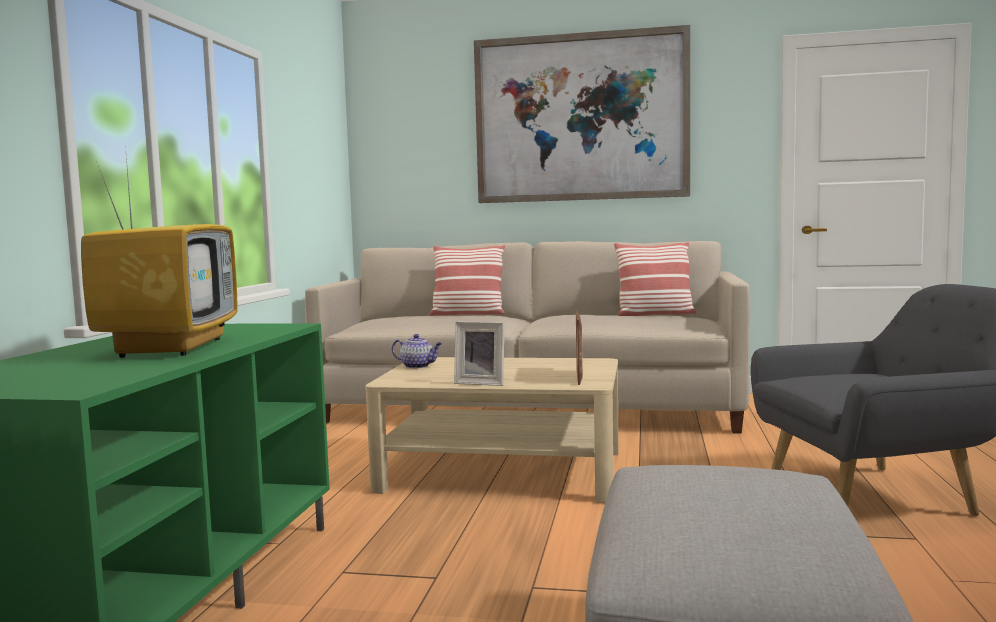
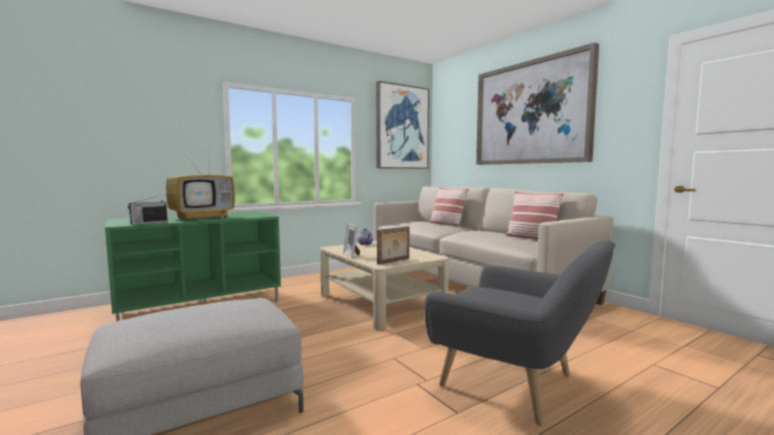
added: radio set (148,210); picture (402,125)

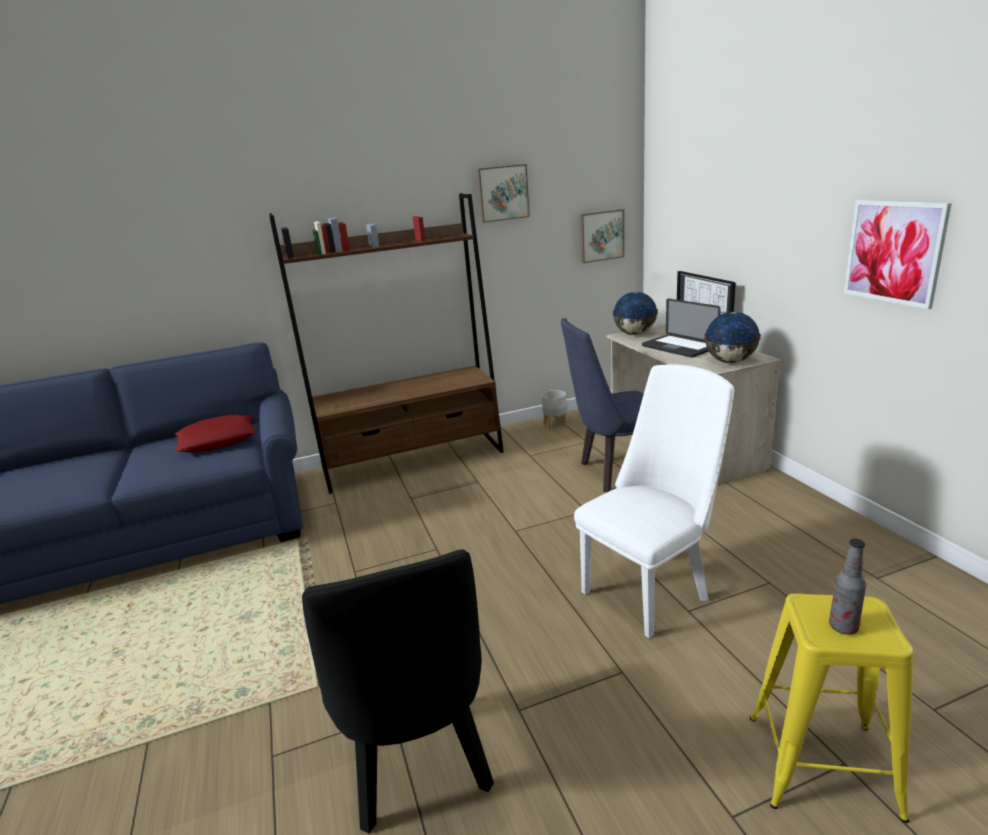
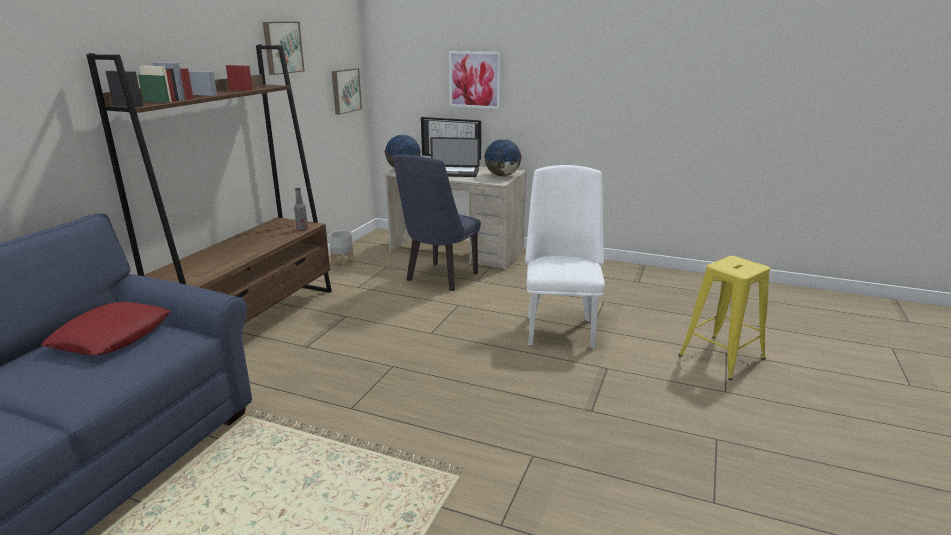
removed: black chair (398,691)
moved: drink bottle (847,587) to (301,209); picture (898,254) to (475,80)

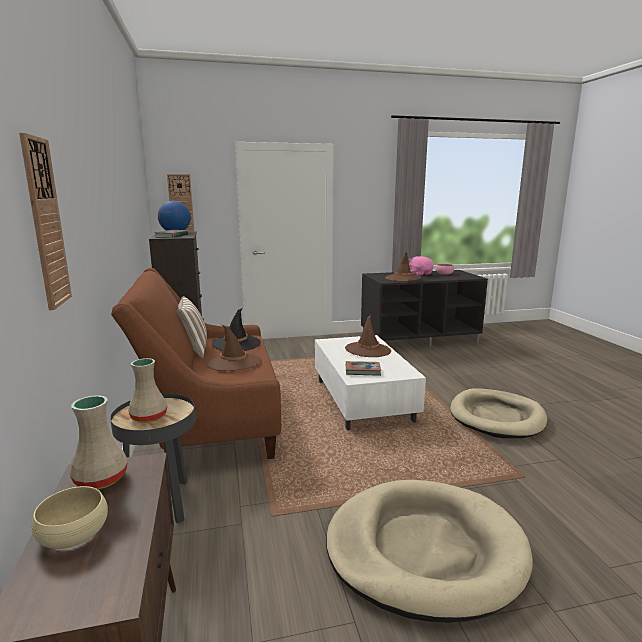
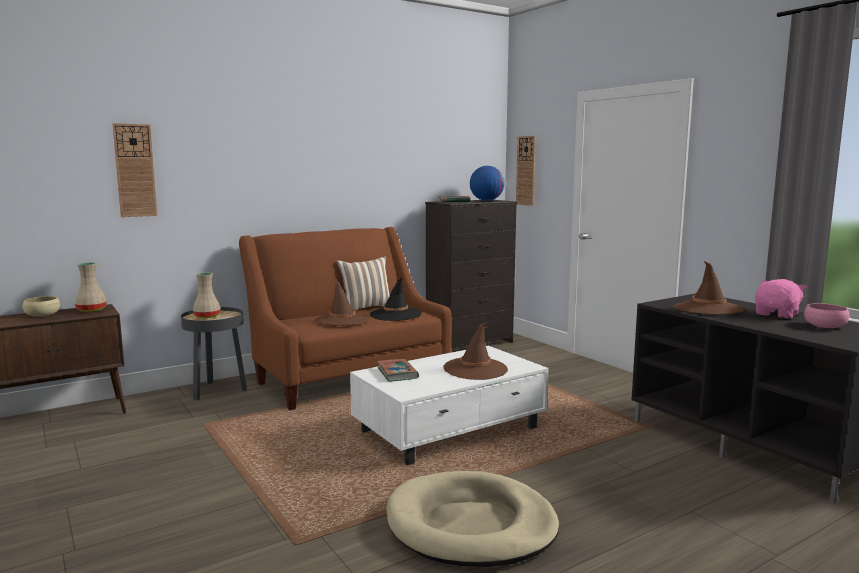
removed: sand-coloured pet bed (429,551)

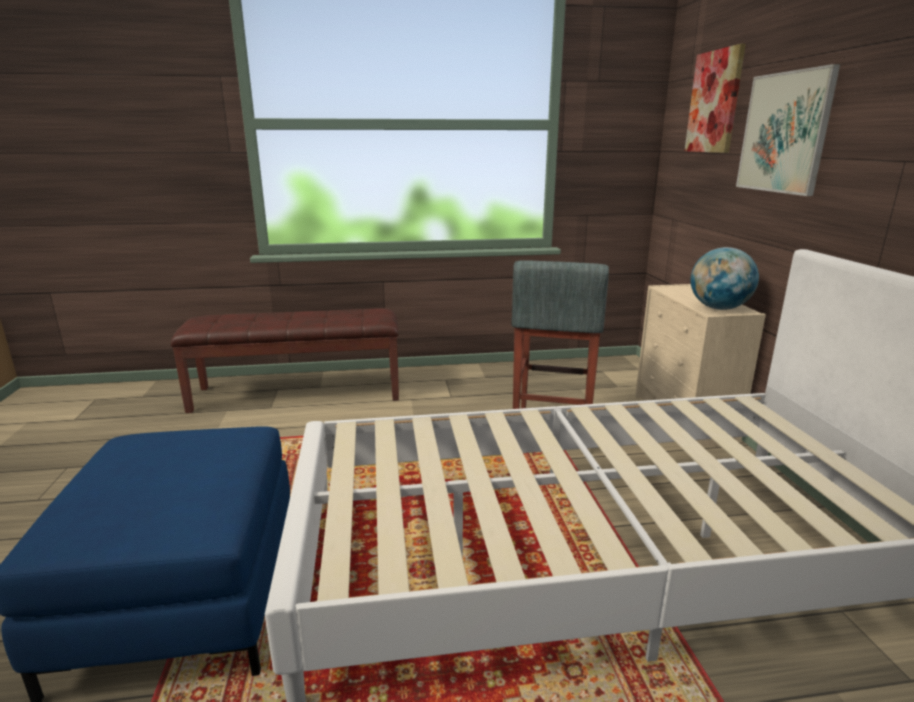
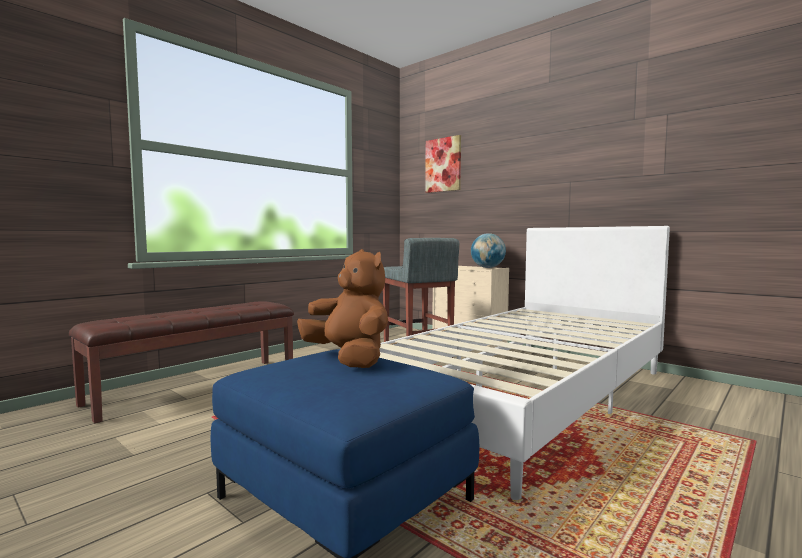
removed: picture (788,130)
added: brown soft toy (342,308)

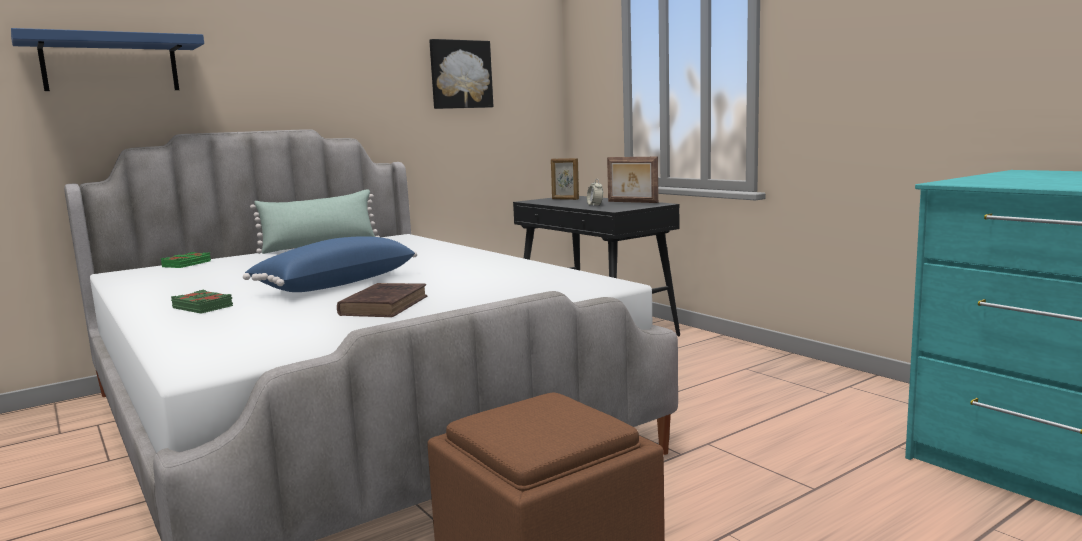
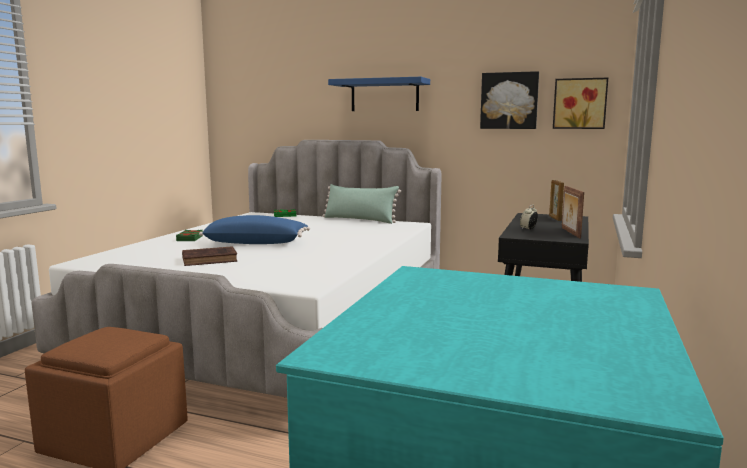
added: picture (580,103)
moved: bluish wall shelf (107,59) to (379,94)

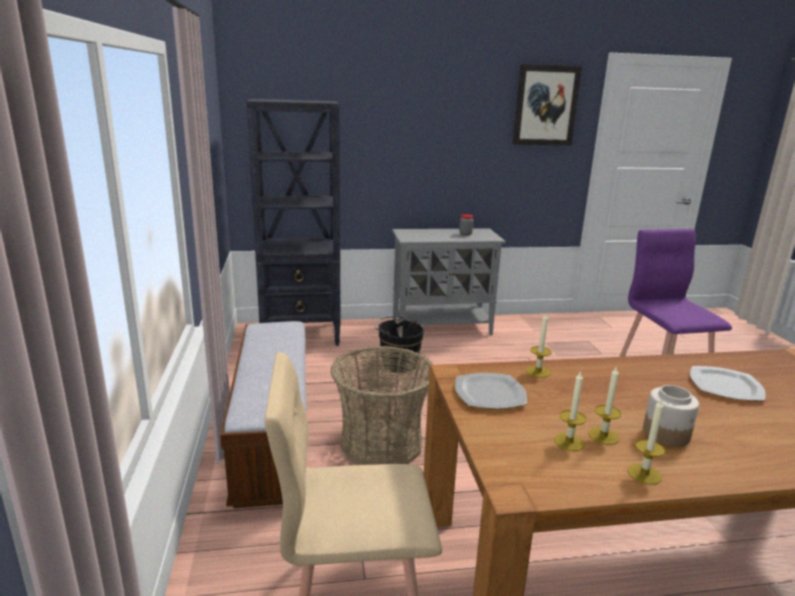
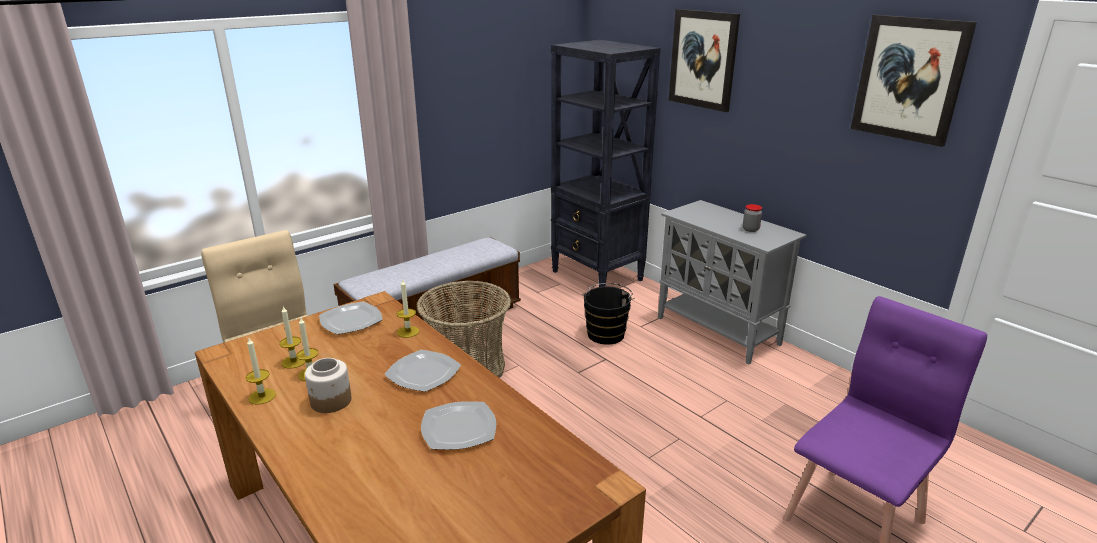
added: plate (422,371); picture (704,60)

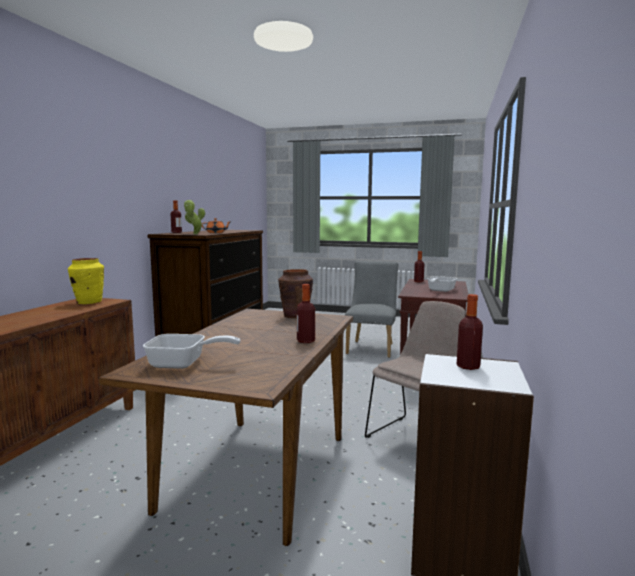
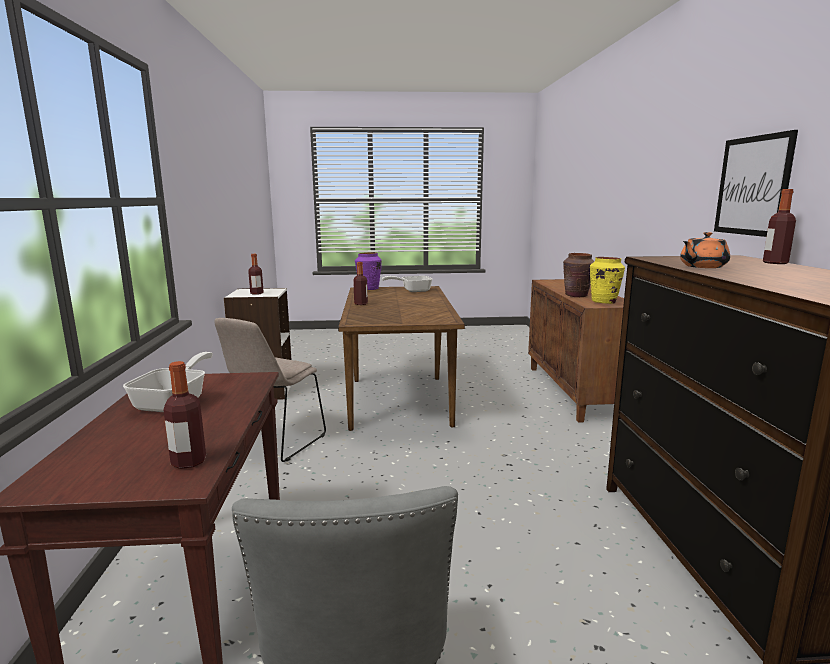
removed: plant in a pot (194,217)
added: purplish flower vase (368,271); picture (756,183)
moved: brown flower vase (295,293) to (579,275)

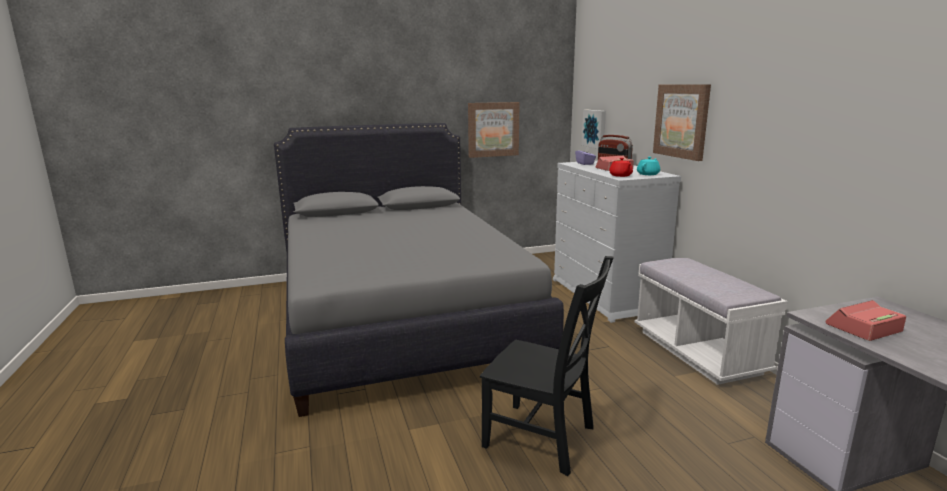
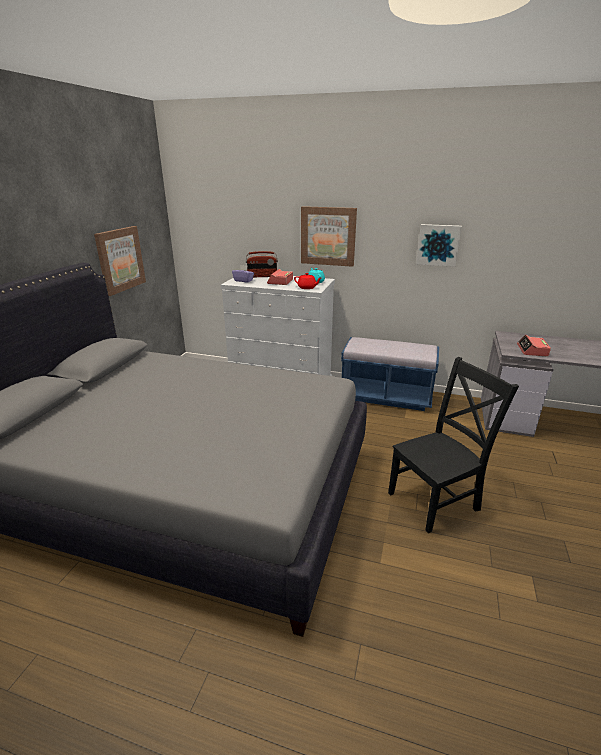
moved: picture (594,129) to (439,245)
recoloured: white-coloured bench (711,321) to bluish bench (390,374)

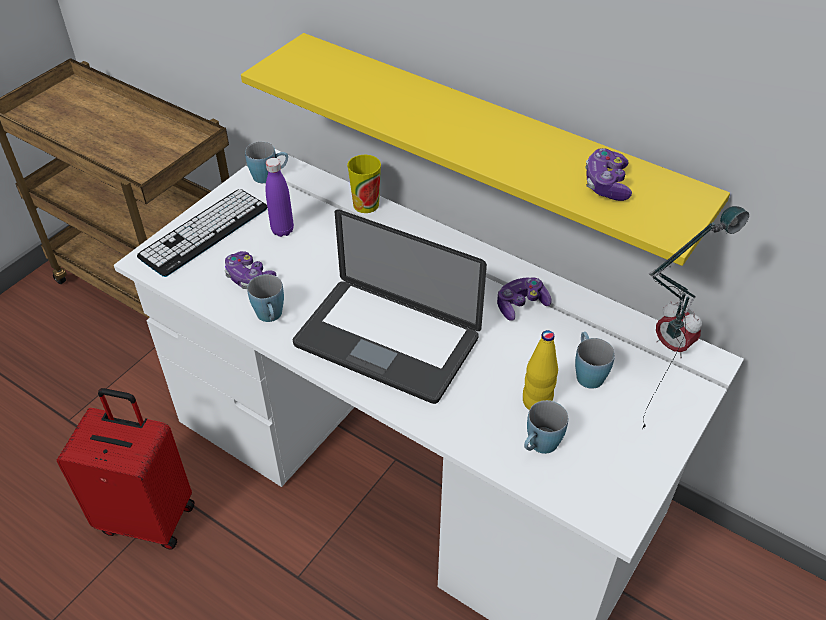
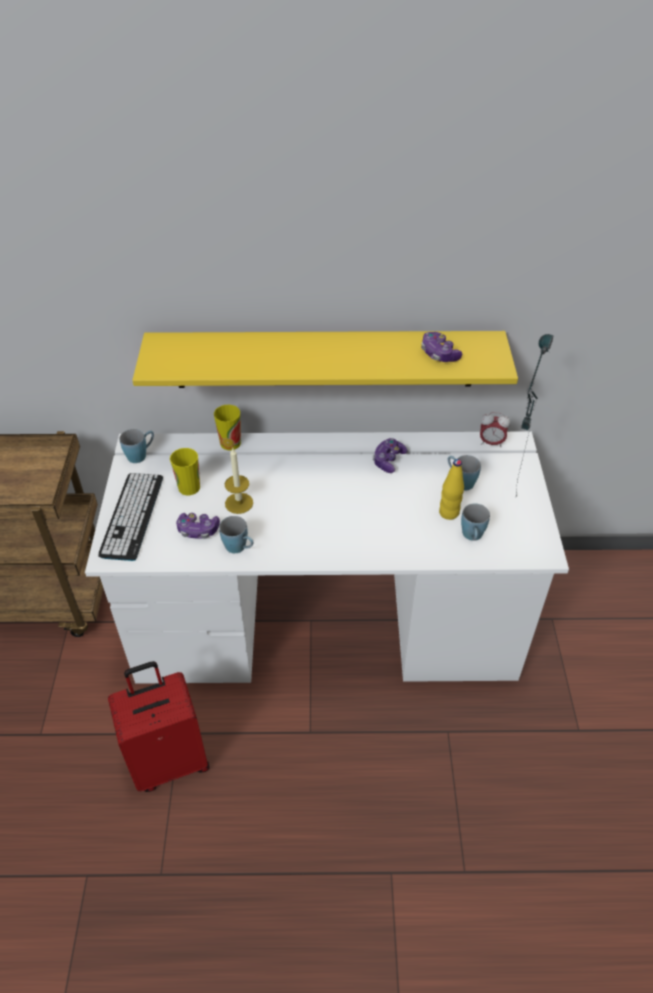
removed: notebook computer (390,306)
added: wax candle (239,481)
replaced: purplish drink bottle (280,197) to cup (185,471)

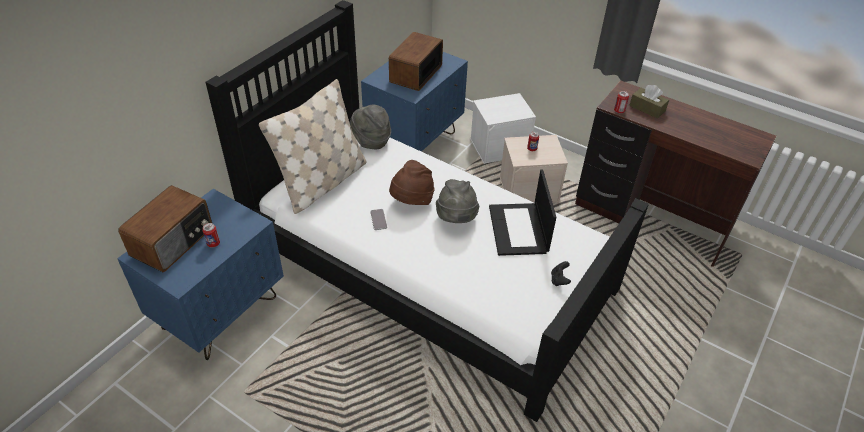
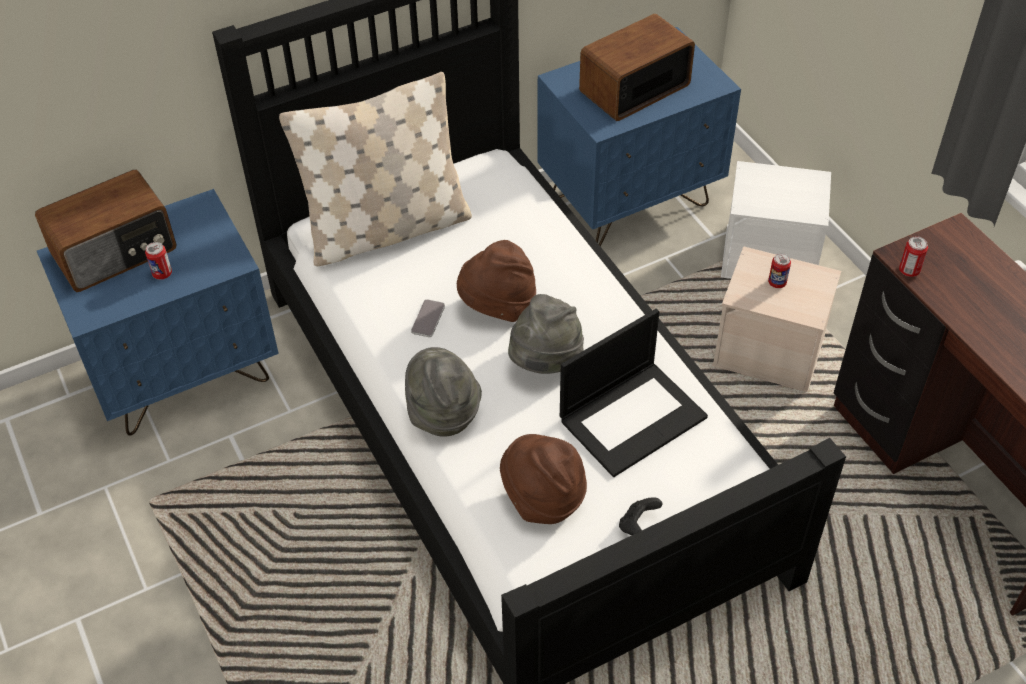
removed: brown tissue holder (649,102)
added: brown hat (543,479)
moved: gray hat (370,127) to (443,392)
turned: notebook computer (523,212) = (634,393) 150 degrees counterclockwise

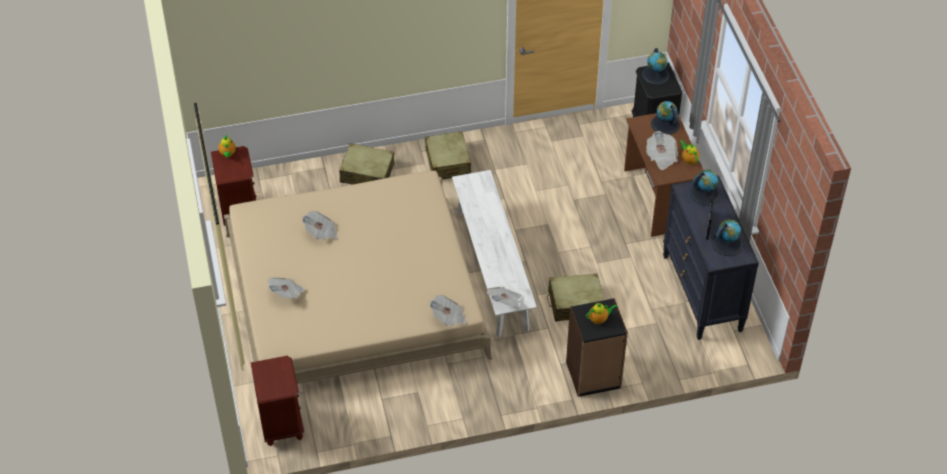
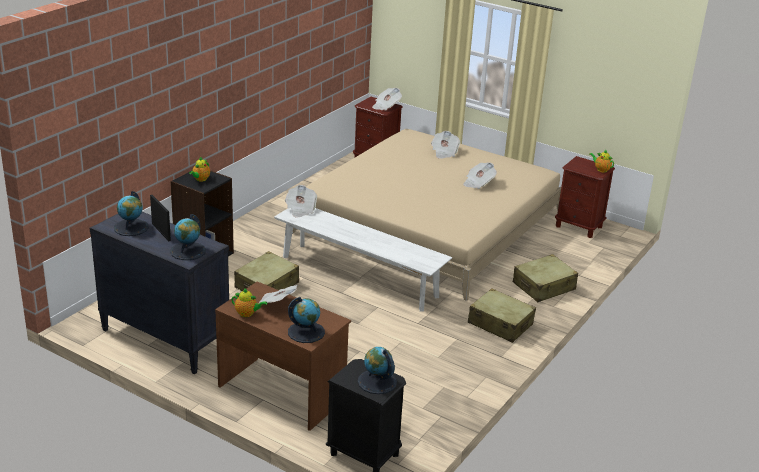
moved: newspaper (447,310) to (387,99)

